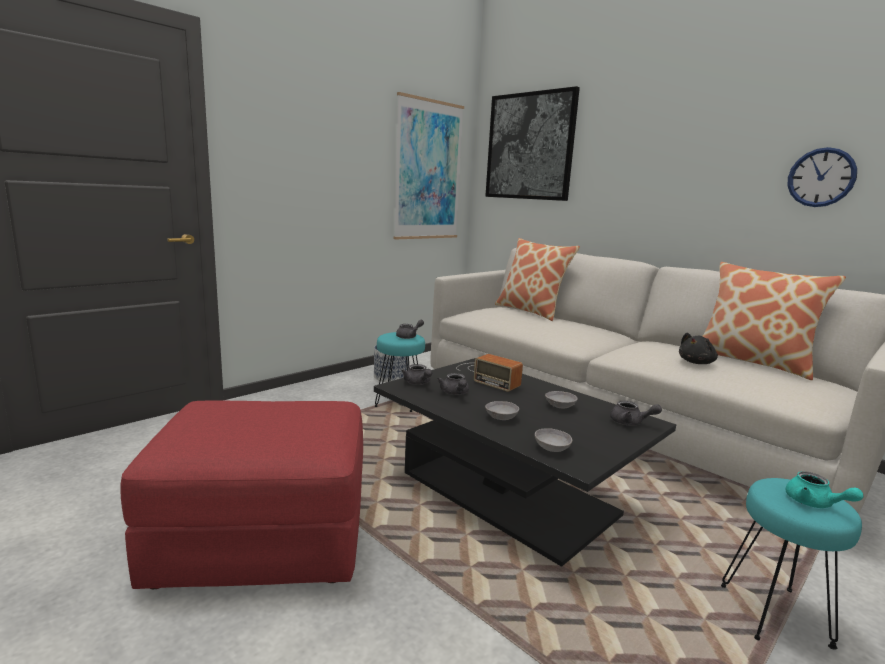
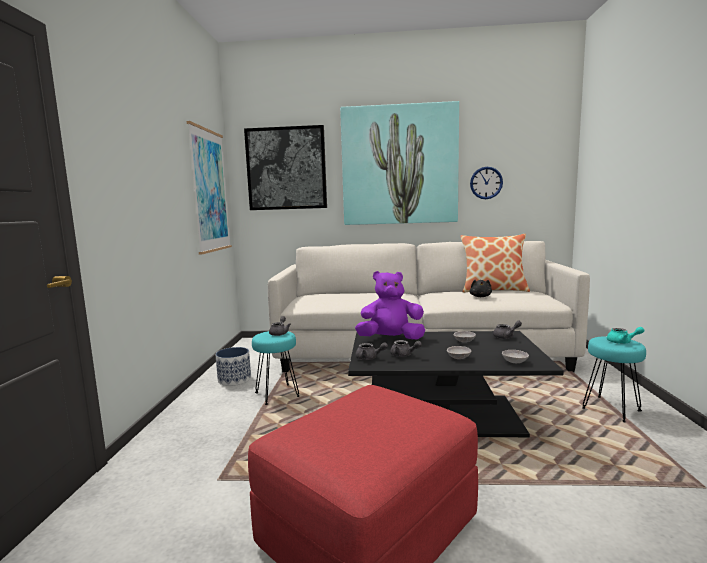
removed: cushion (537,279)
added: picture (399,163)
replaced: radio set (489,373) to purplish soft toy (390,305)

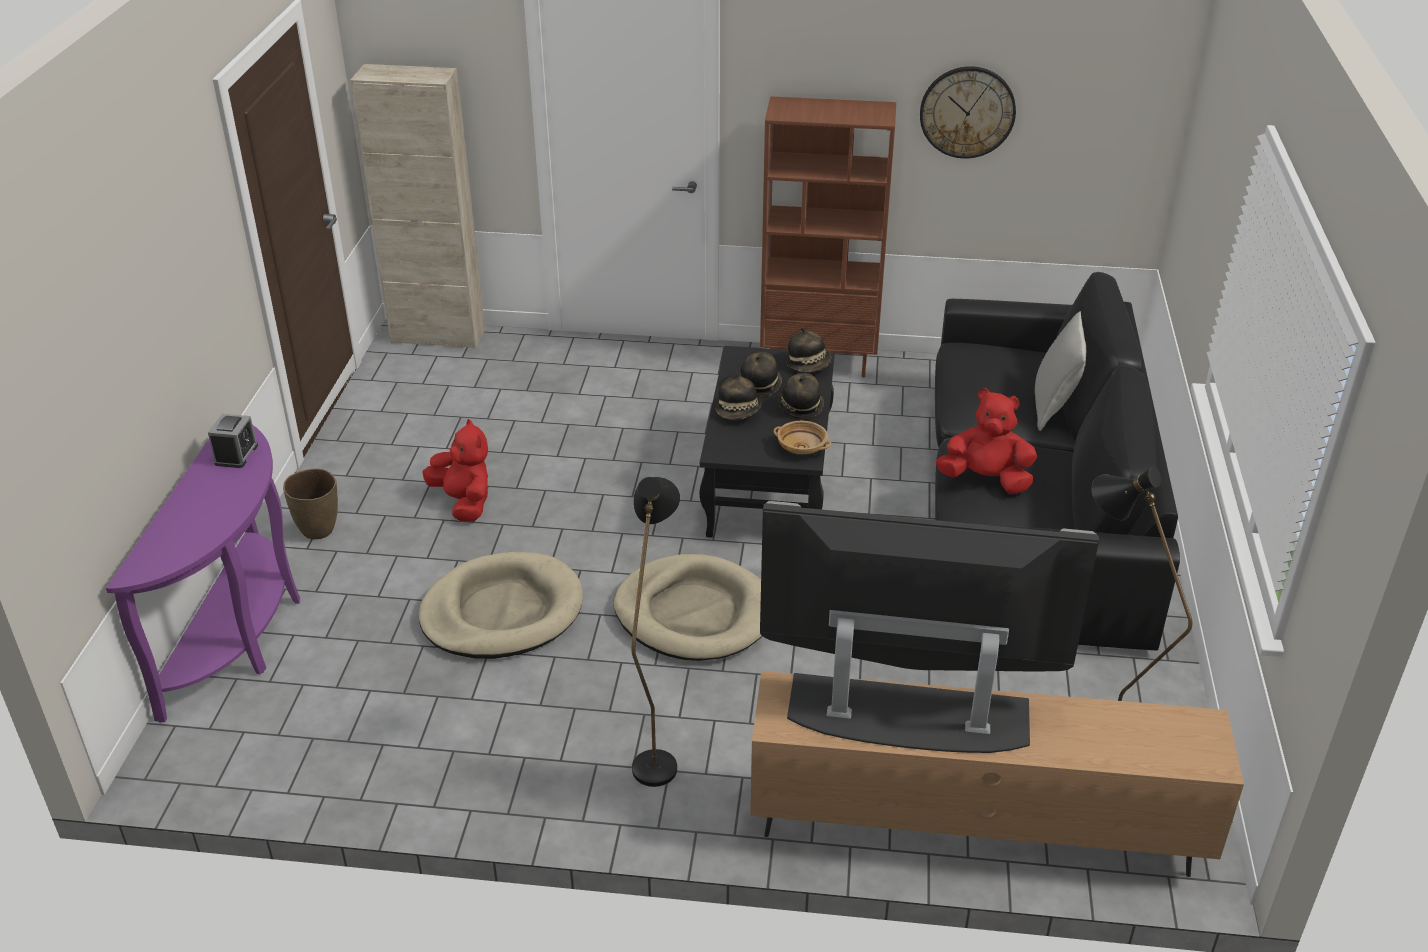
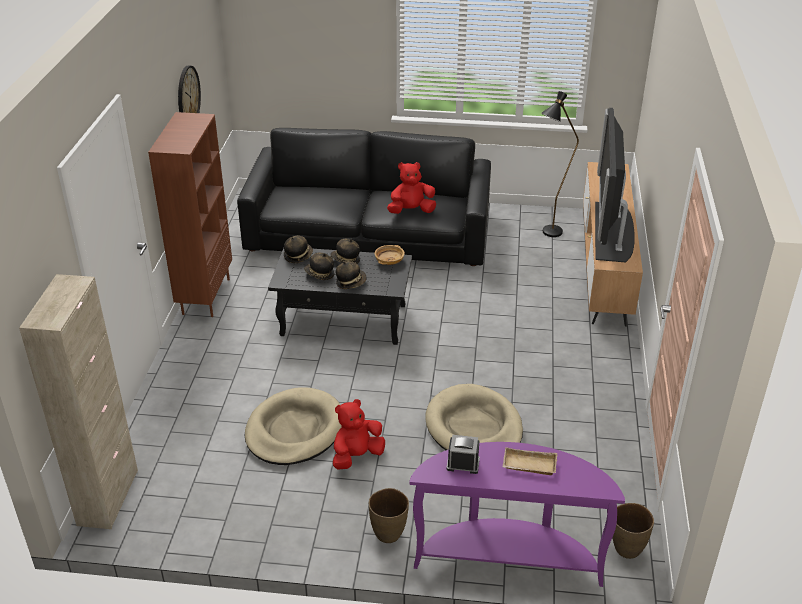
removed: black floor lamp (655,632); gray cushion (1060,371)
added: sand-coloured tray (529,461); brown flower vase (633,531)
moved: sand-coloured pet bed (688,607) to (293,426)
turned: red-coloured soft toy (986,441) = (411,188) 60 degrees clockwise

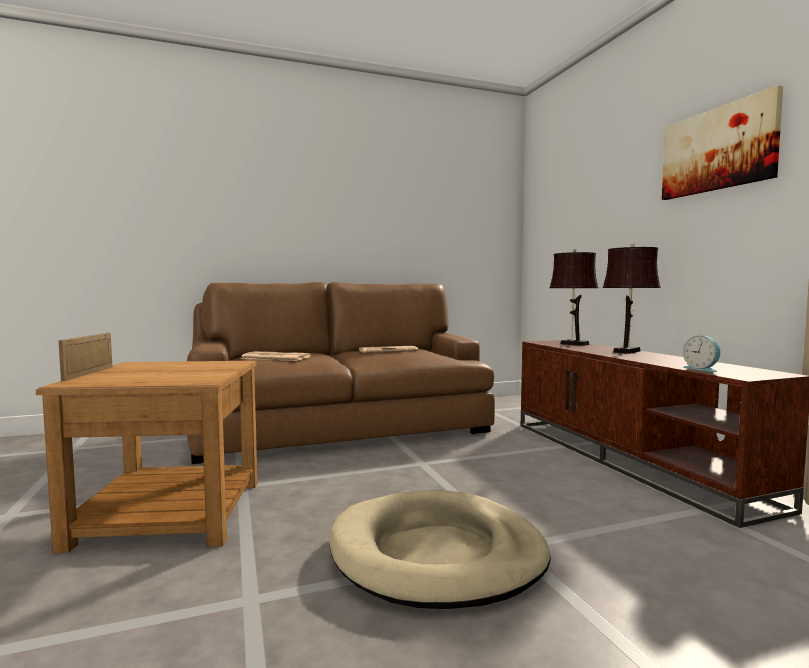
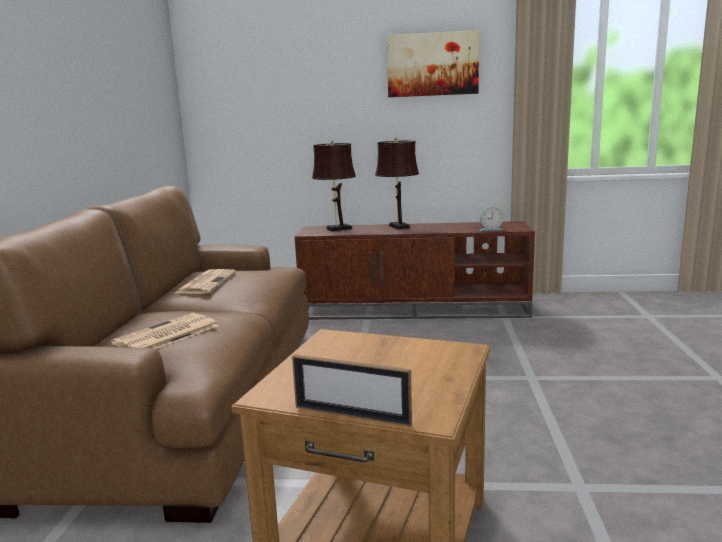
removed: sand-coloured pet bed (440,549)

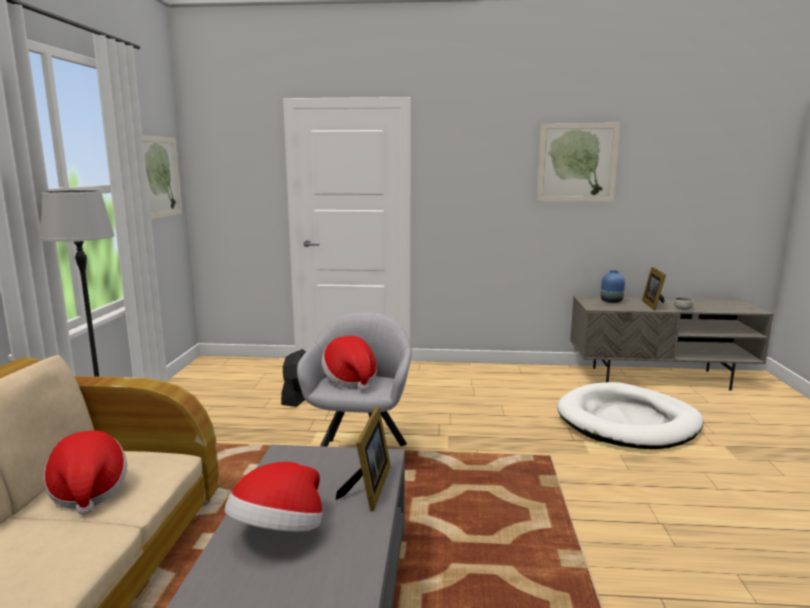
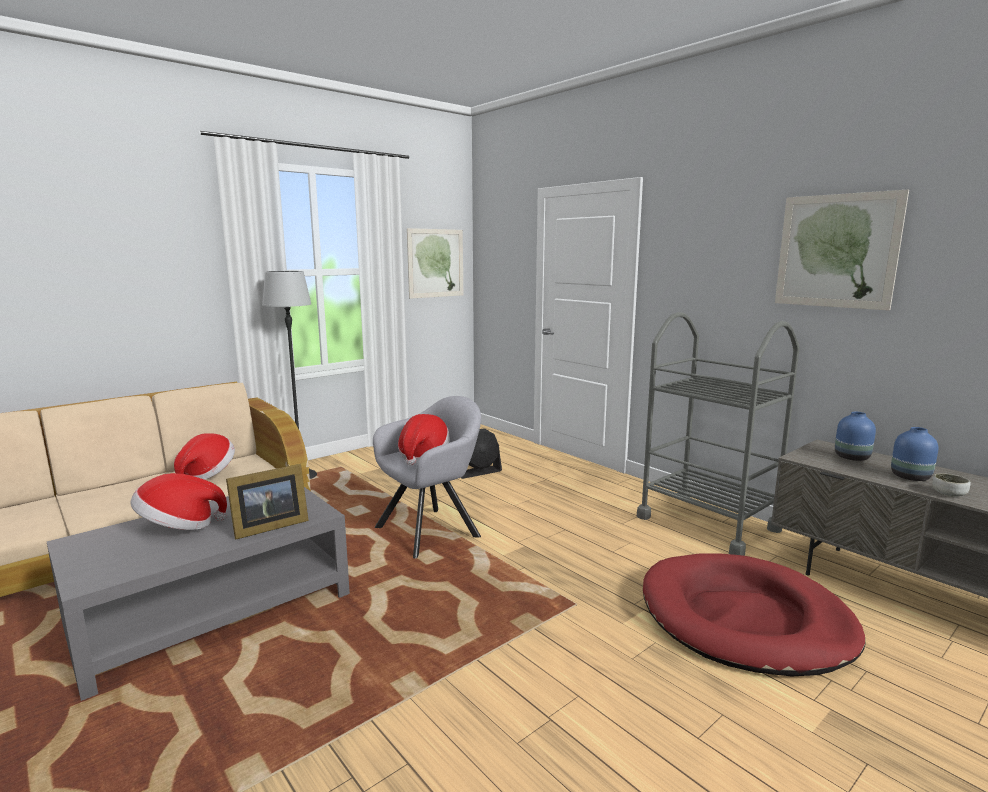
added: gray cart (718,434)
replaced: picture frame (654,289) to bluish flower vase (915,454)
recoloured: white-coloured pet bed (630,415) to red-coloured pet bed (754,614)

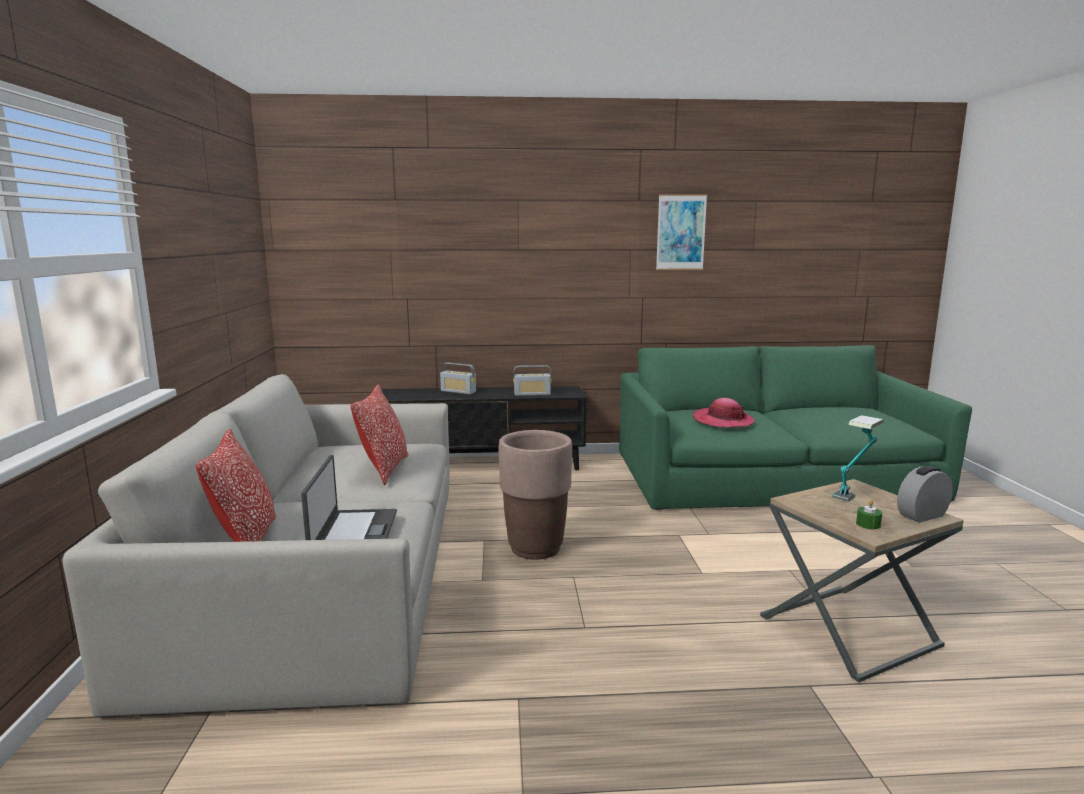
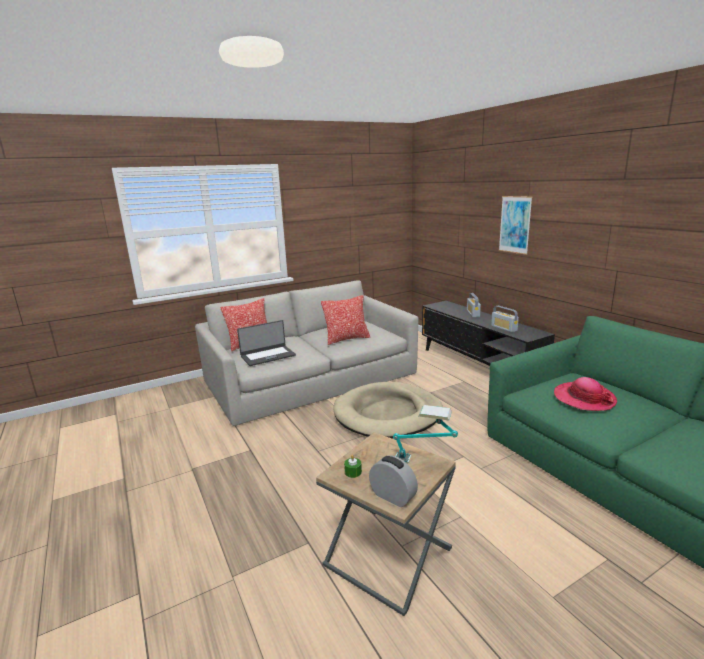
moved: picture (681,232) to (516,225)
replaced: brown plant pot (535,495) to sand-coloured pet bed (388,410)

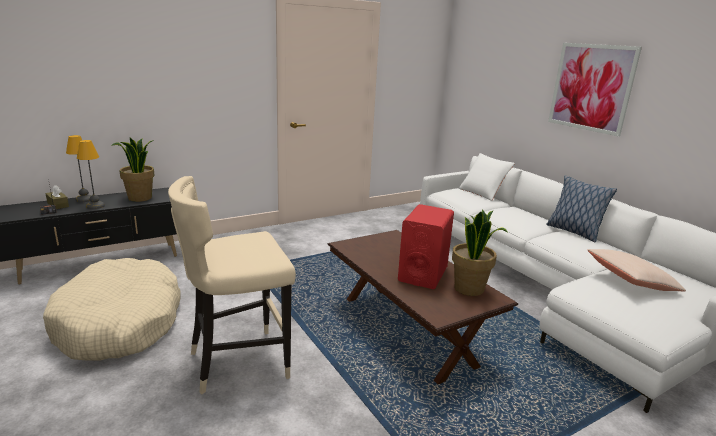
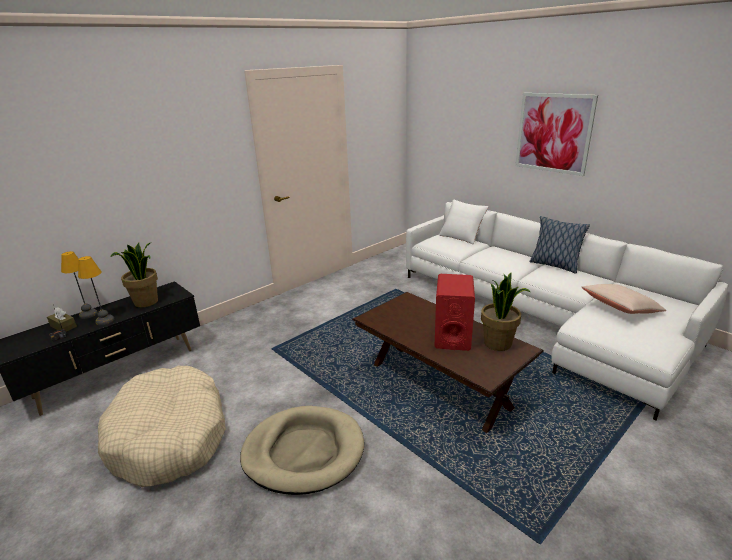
replaced: sand-coloured stool seat (232,285) to sand-coloured pet bed (302,450)

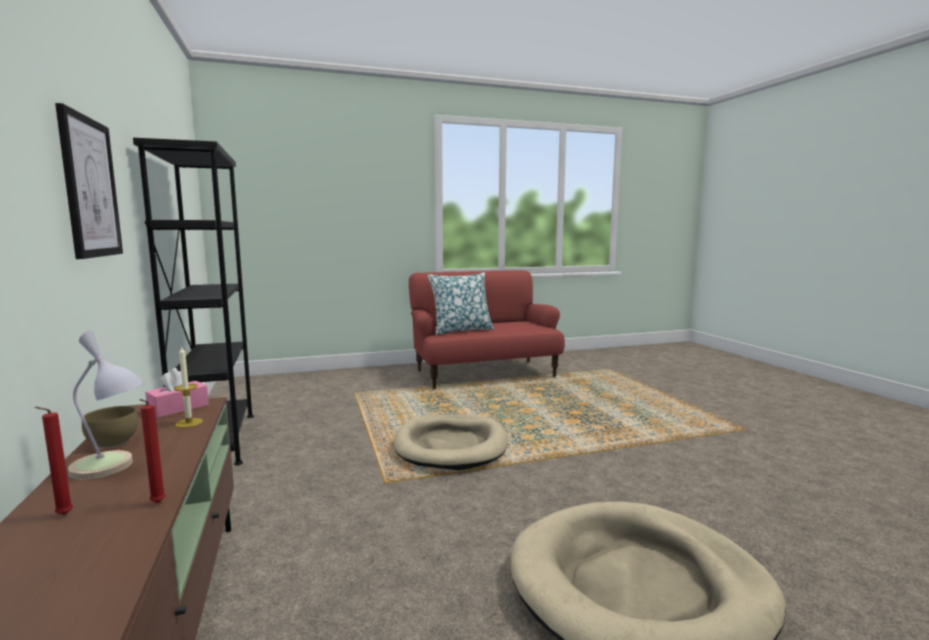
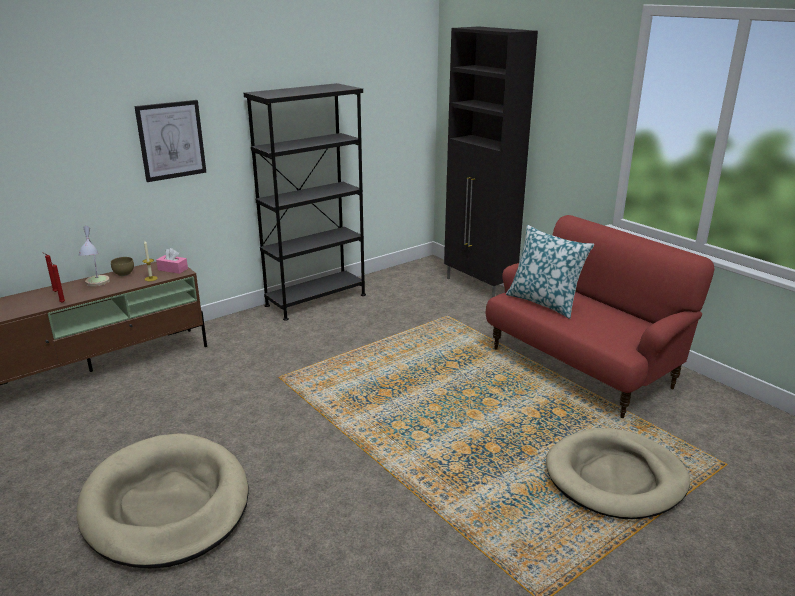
added: black cabinet (491,161)
moved: sand-coloured pet bed (450,442) to (618,473)

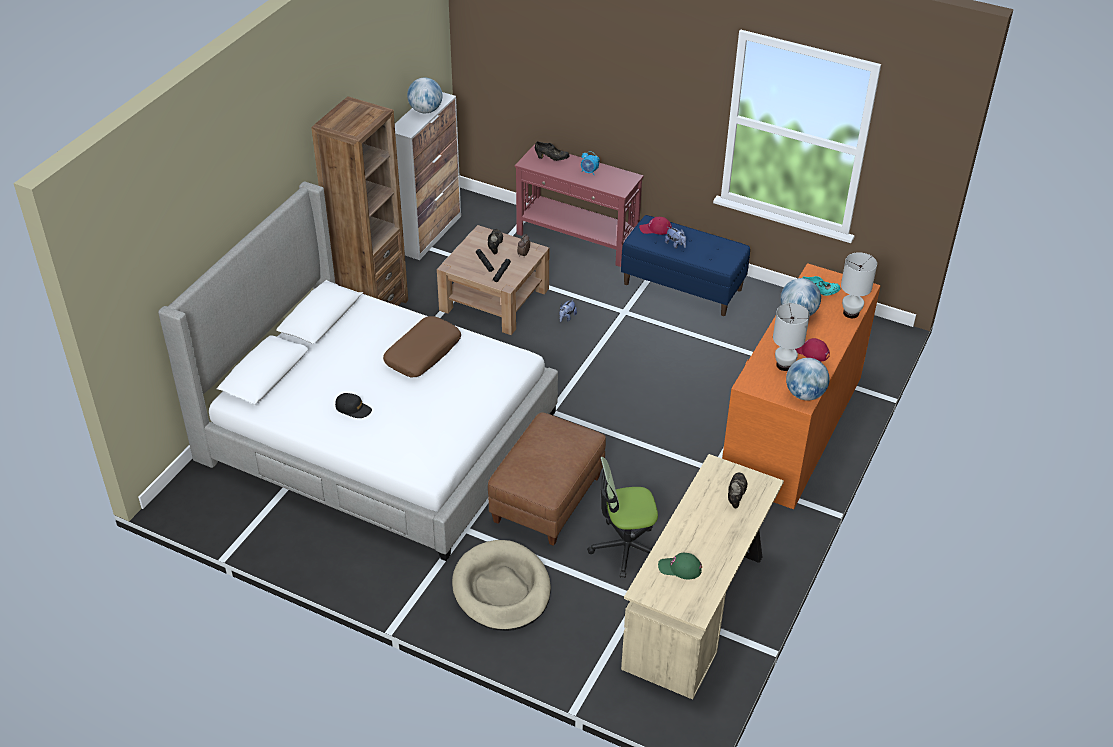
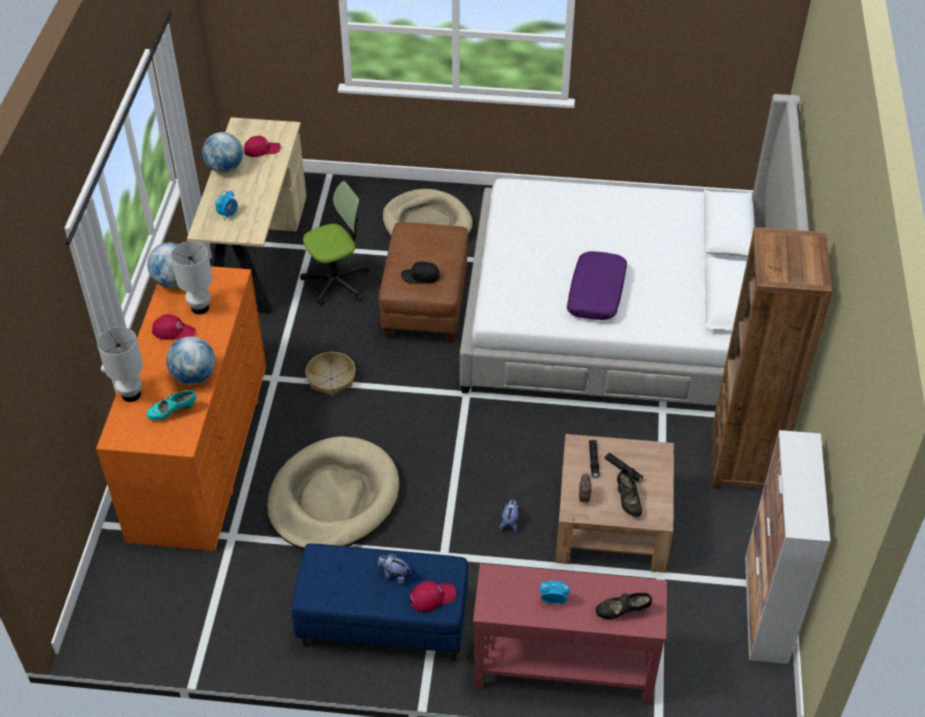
added: sand-coloured pet bed (333,492); basket (330,374)
moved: globe (424,95) to (222,152); black baseball cap (353,405) to (420,273)
replaced: black shoe (737,490) to table clock (226,205)
recoloured: green baseball cap (680,566) to red-coloured baseball cap (262,146); brown cushion (422,346) to purplish cushion (597,285)

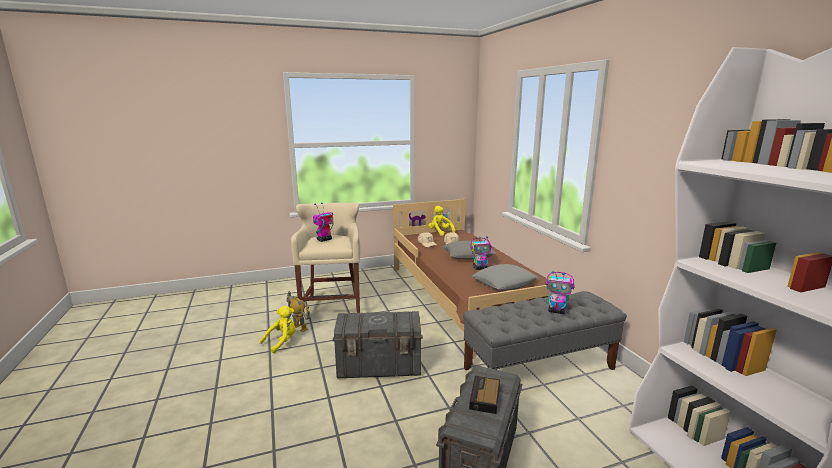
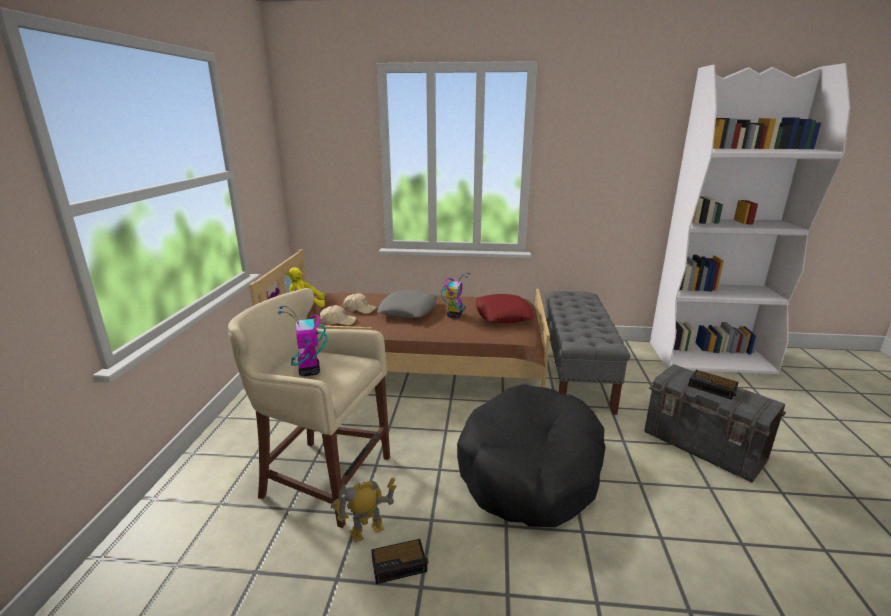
removed: toy robot (560,292)
replaced: yellow soft toy (278,329) to table clock (400,561); gray storage box (377,344) to black pet bed (531,455)
recoloured: gray cushion (505,277) to red-coloured cushion (505,308)

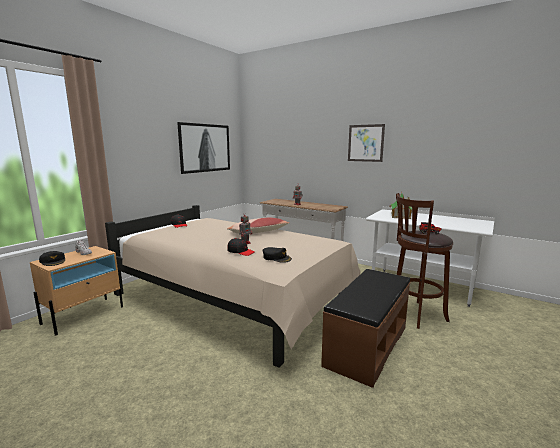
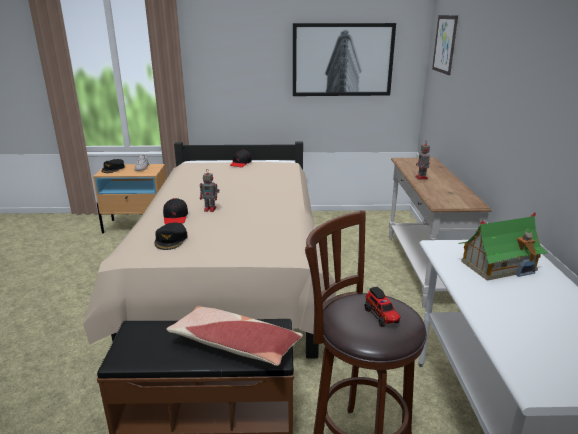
moved: cushion (258,226) to (235,336); picture (366,143) to (445,45)

